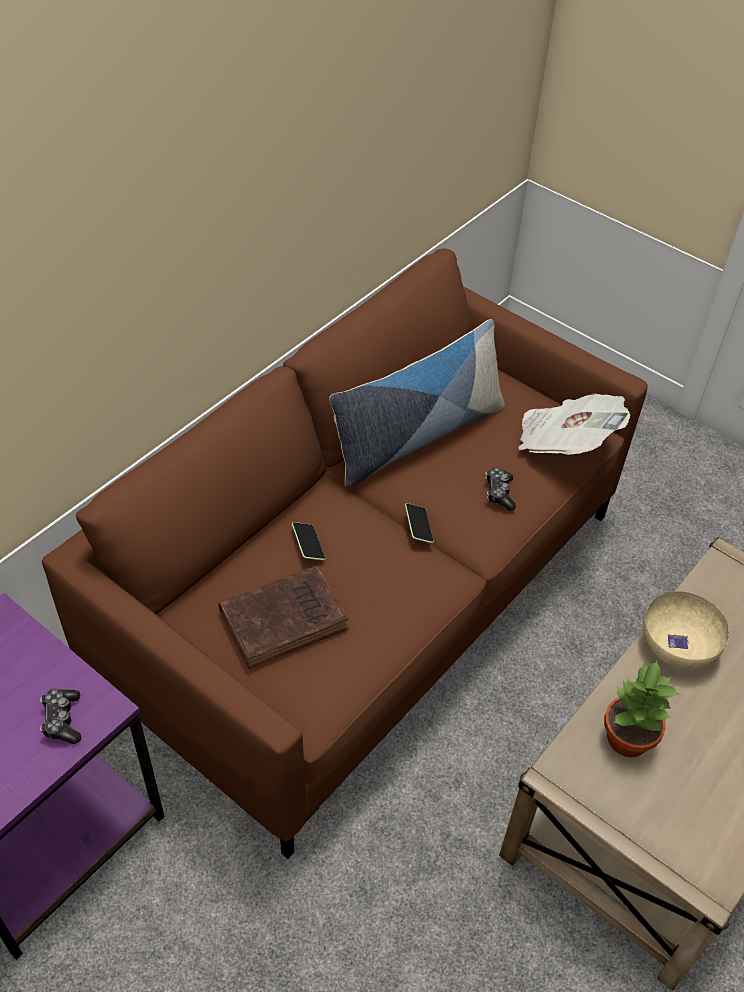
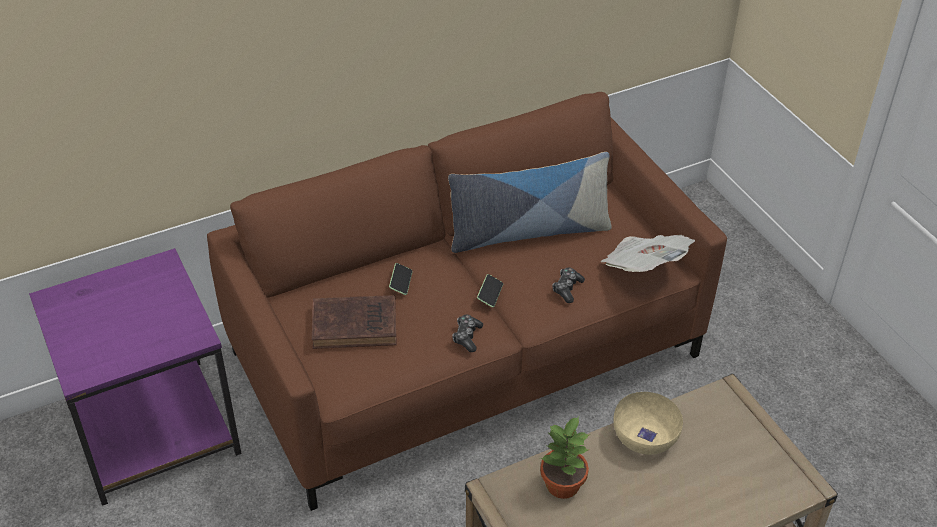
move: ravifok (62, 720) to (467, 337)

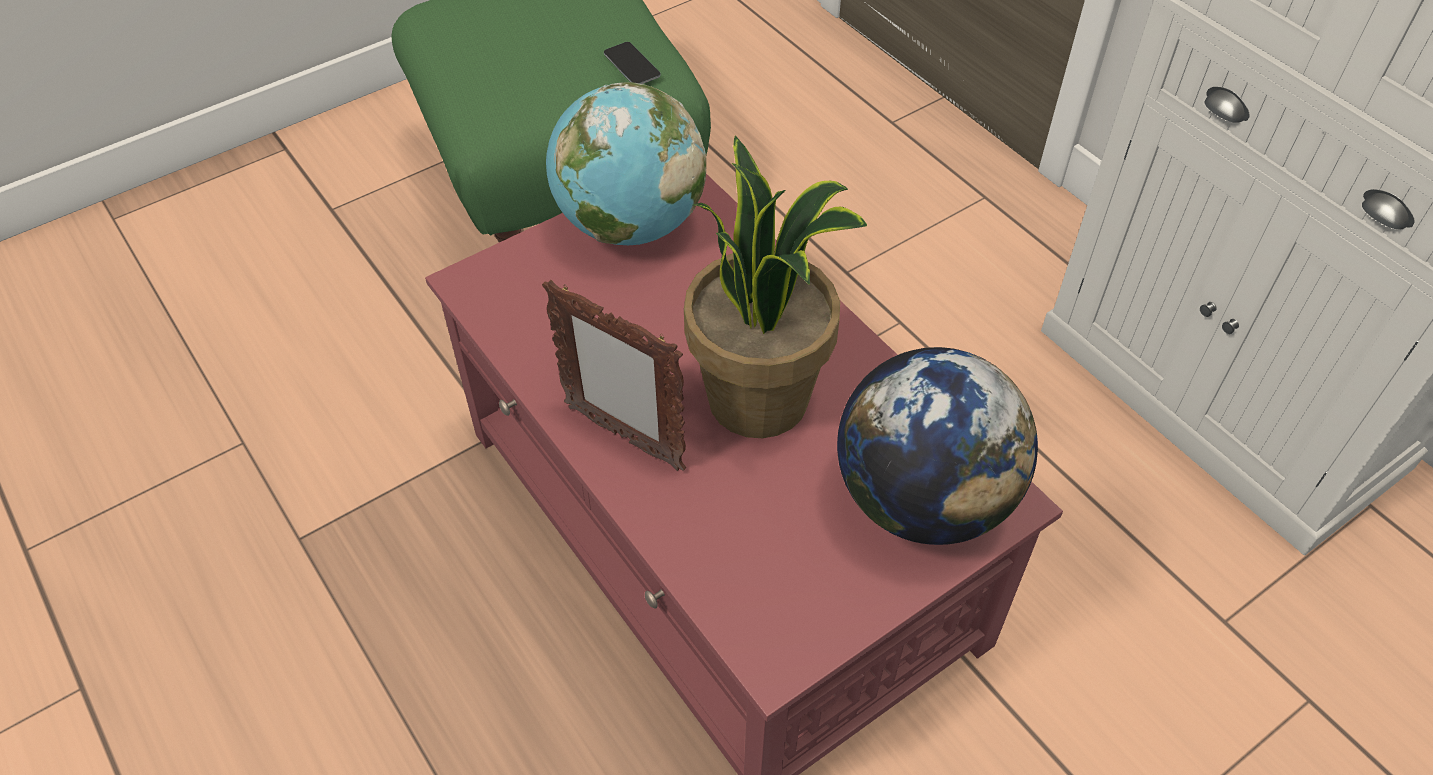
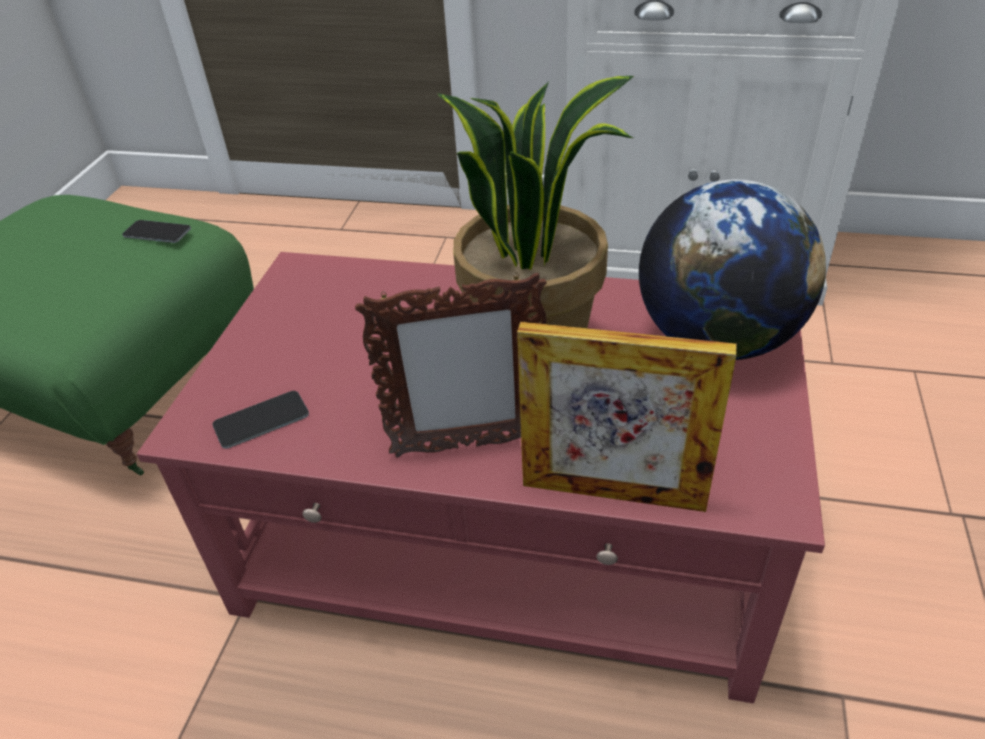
delete: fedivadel (630, 224)
insert: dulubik (261, 420); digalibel (613, 493)

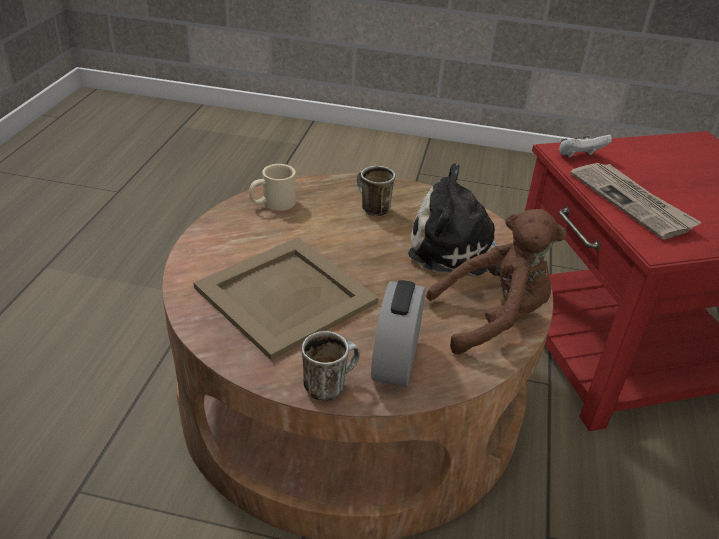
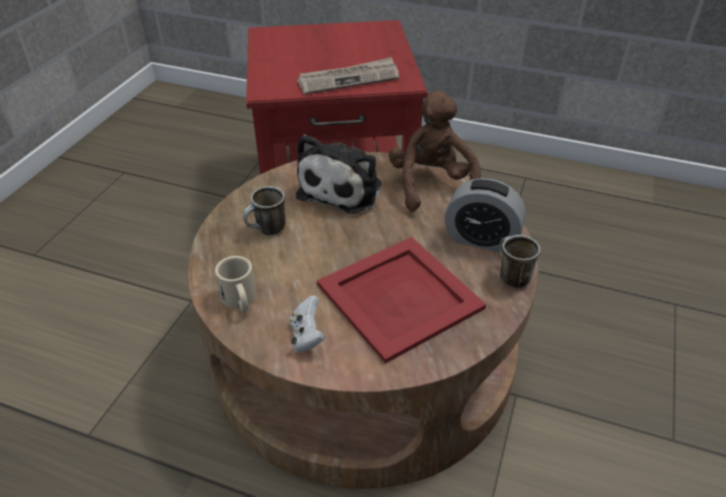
move: ravifok (white) (579, 157) to (307, 336)
recolor: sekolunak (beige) (286, 294) to sekolunak (red) (398, 296)

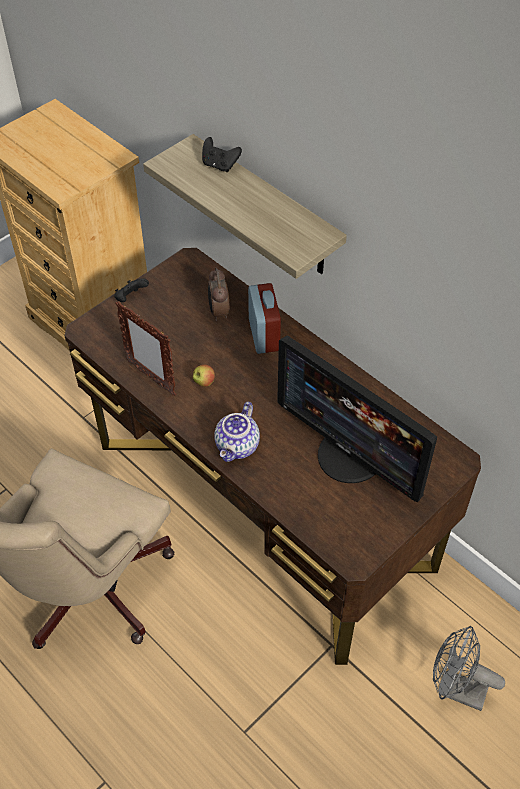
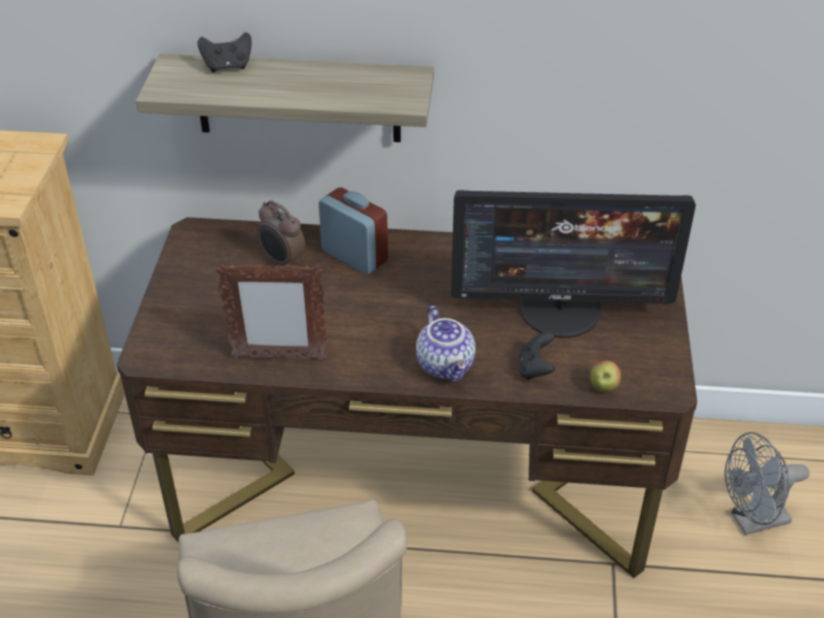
move: ravifok (black) (130, 298) to (535, 369); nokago (204, 382) to (603, 387)

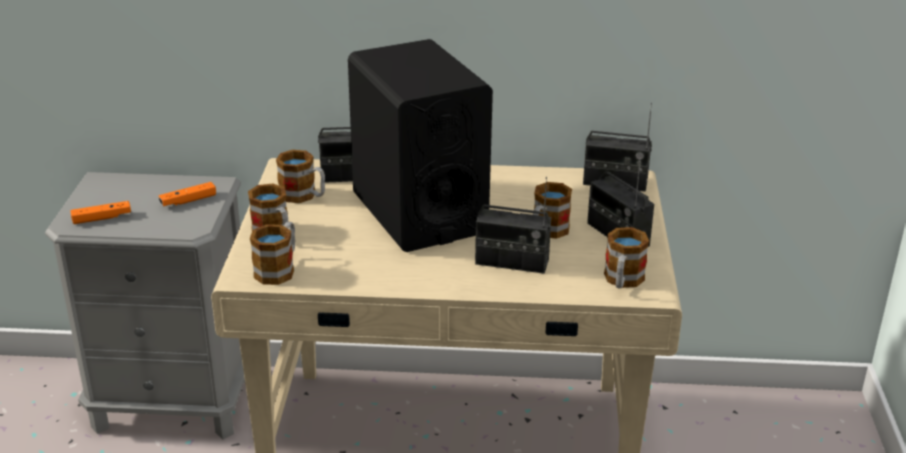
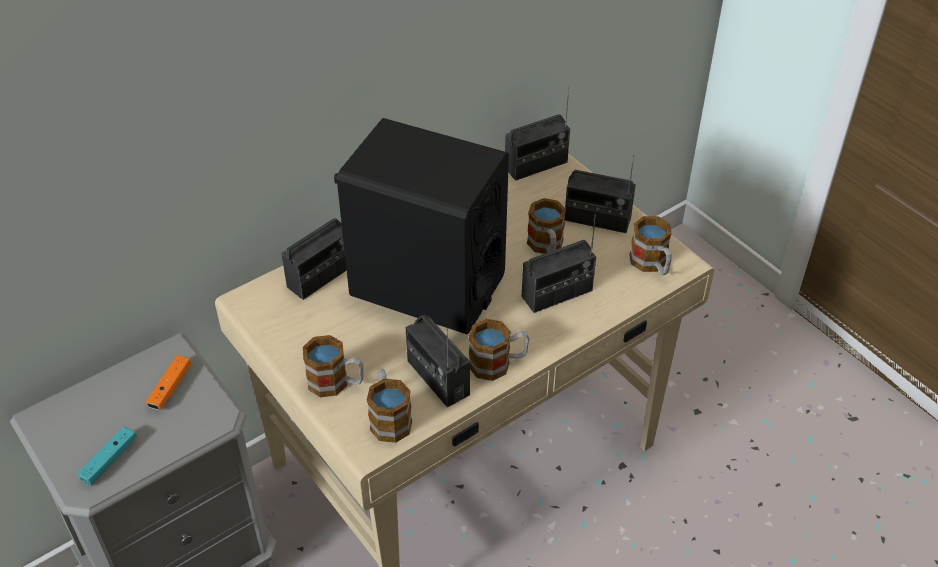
insert: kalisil (437, 378)
move: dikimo (304, 196) to (498, 363)
recolor: ravifok (orange) (102, 218) to ravifok (turquoise) (109, 460)

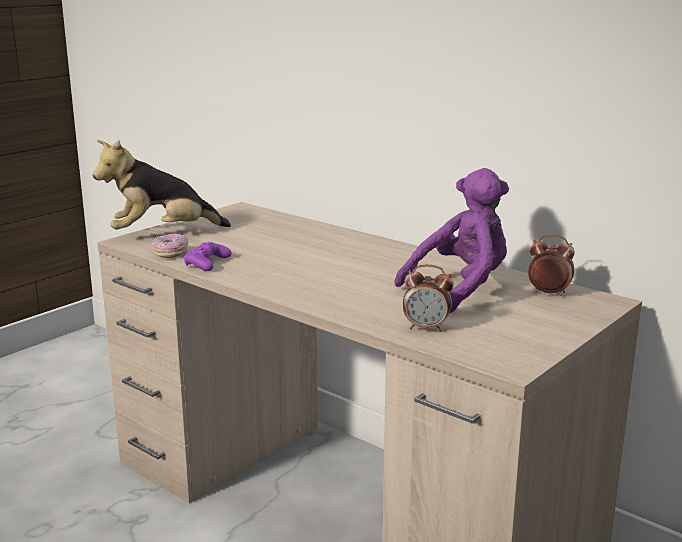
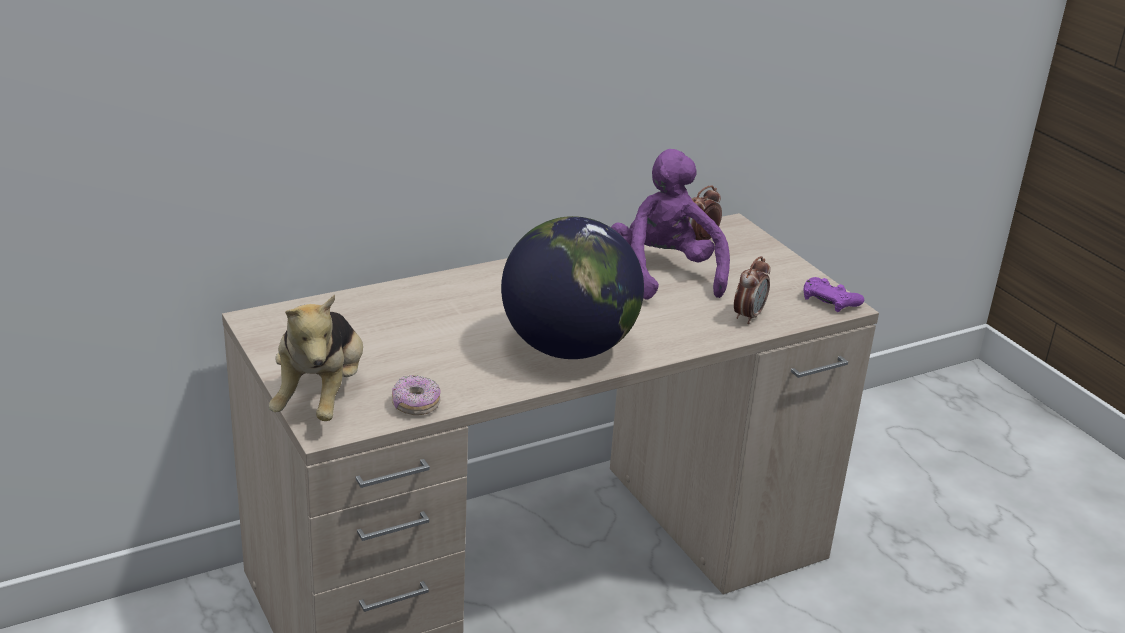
insert: fedivadel (569, 348)
move: ravifok (purple) (207, 263) to (830, 301)

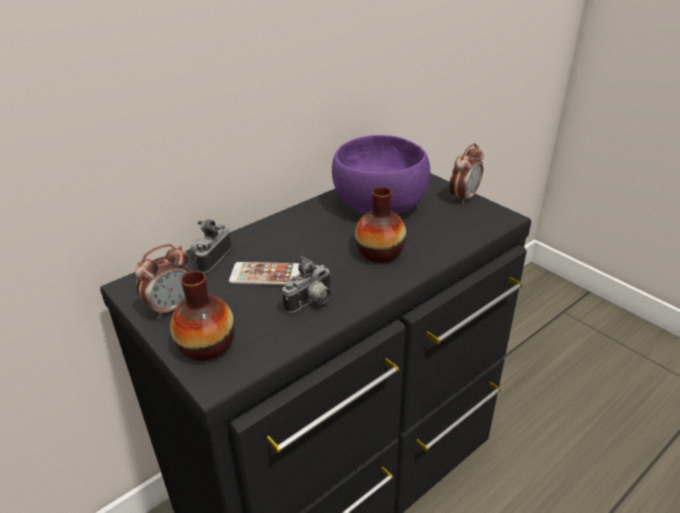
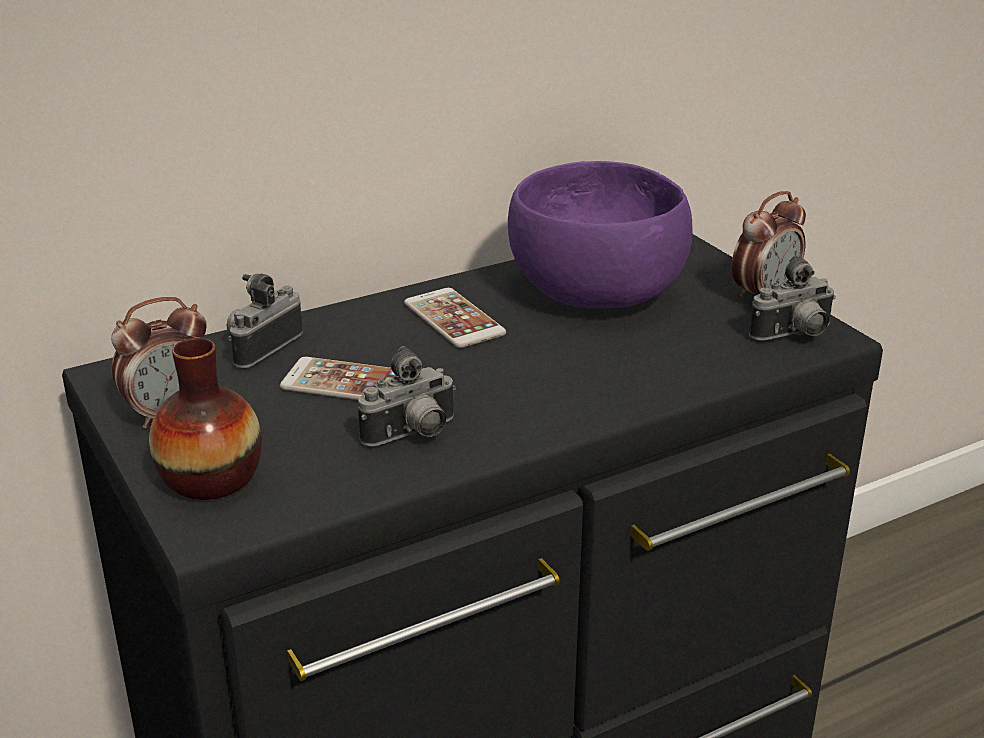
delete: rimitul (380, 252)
insert: dulubik (454, 319); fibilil (794, 336)

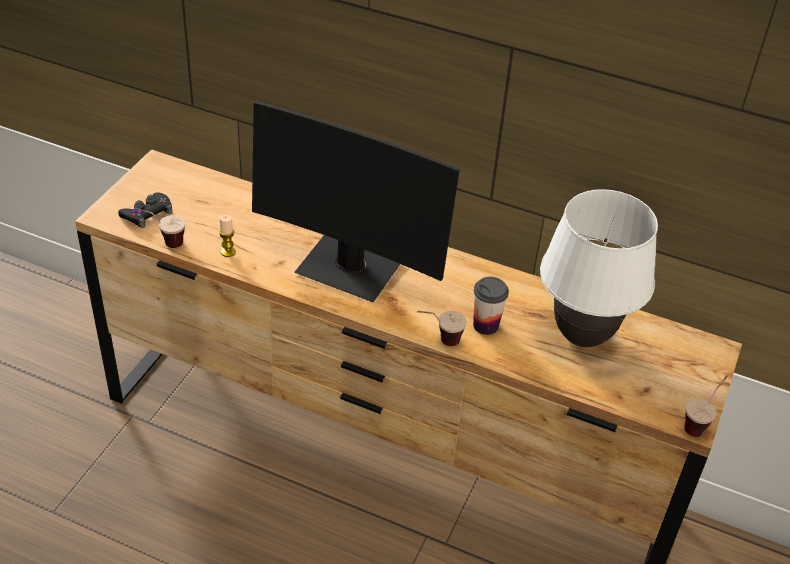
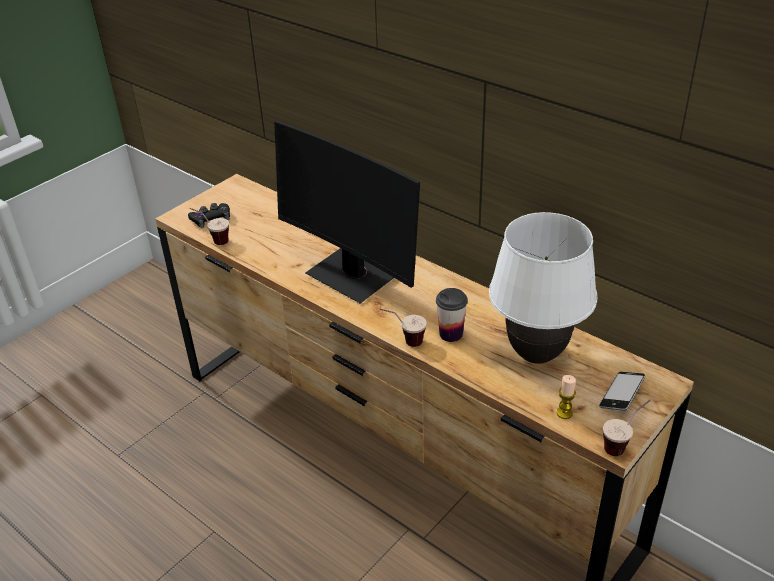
insert: dulubik (621, 394)
move: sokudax (228, 252) to (564, 413)

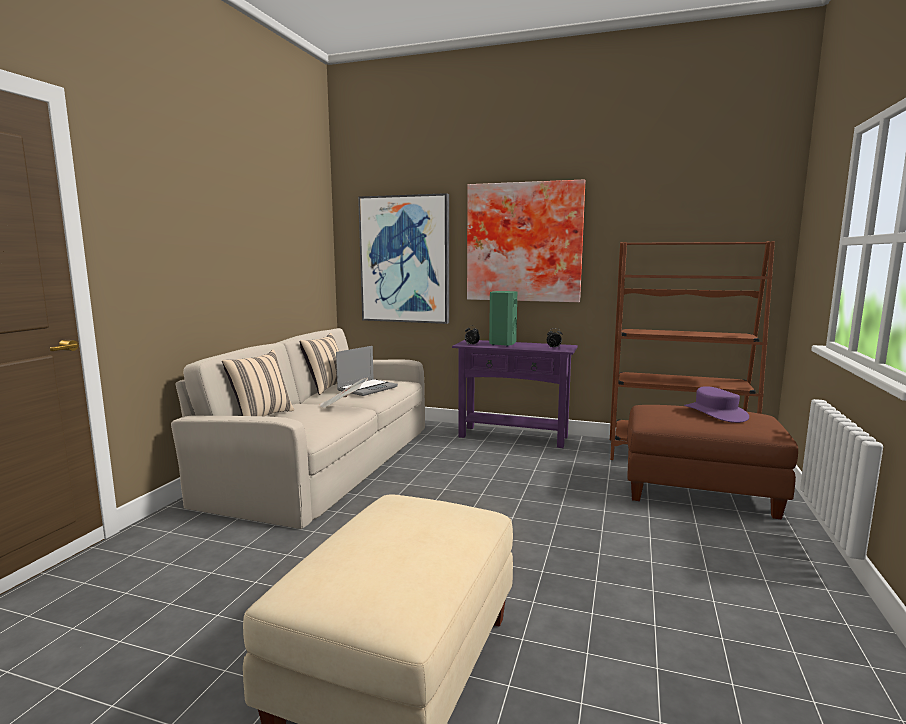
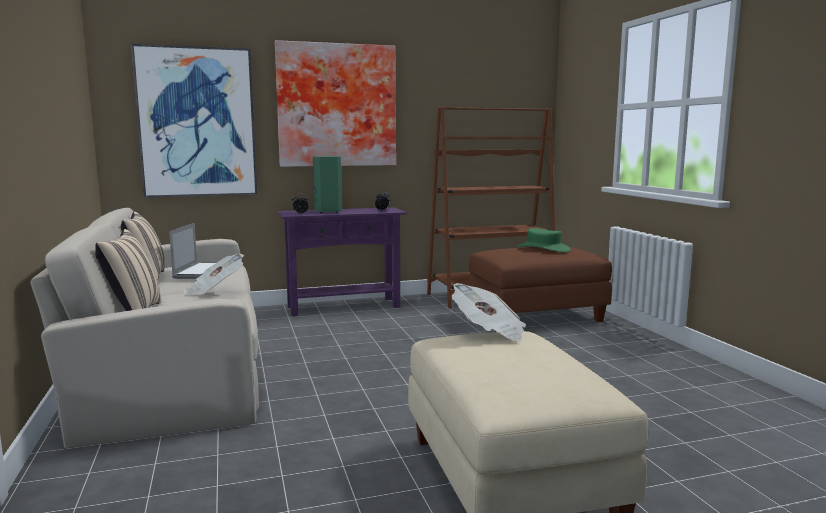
insert: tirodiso (489, 332)
recolor: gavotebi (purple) (715, 413) to gavotebi (green) (543, 248)

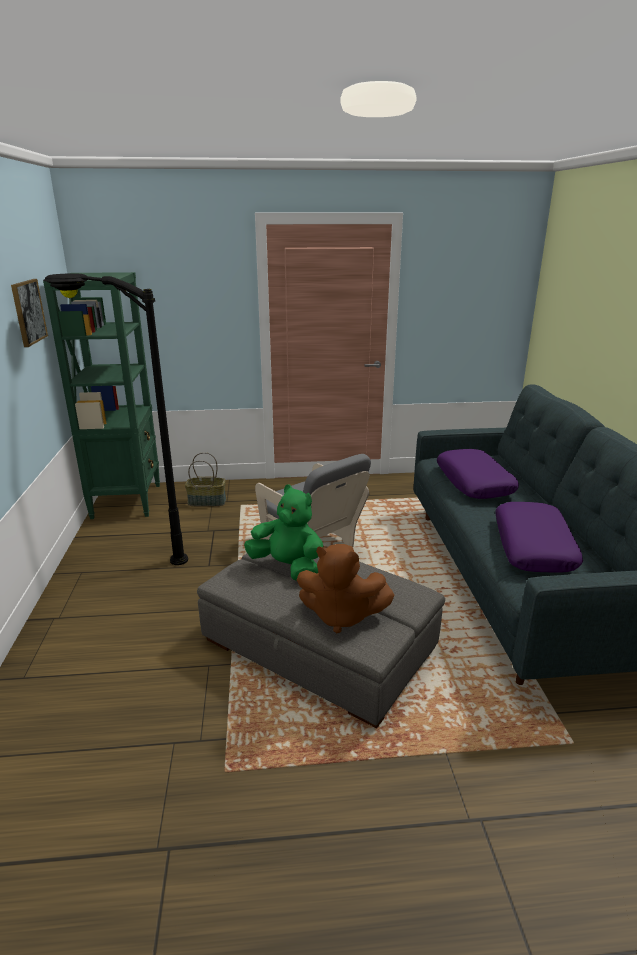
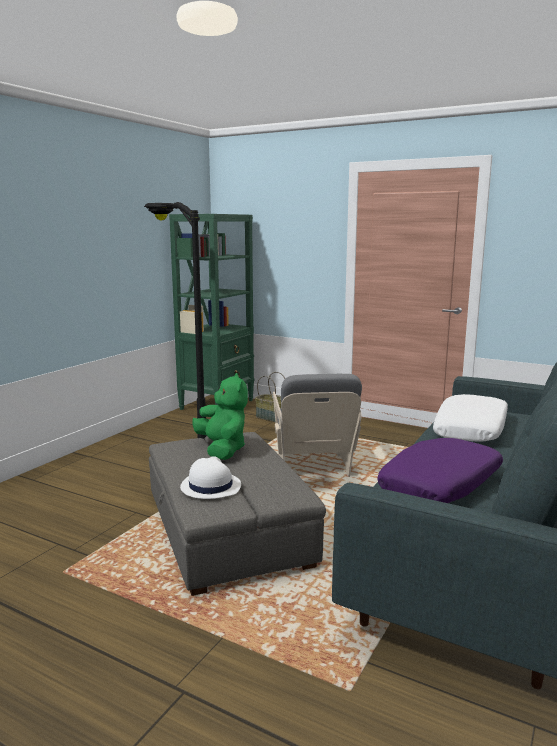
delete: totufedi (28, 312)
replace: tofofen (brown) (341, 615) to gavotebi (white) (210, 486)
recolor: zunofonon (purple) (474, 482) to zunofonon (white) (471, 429)

